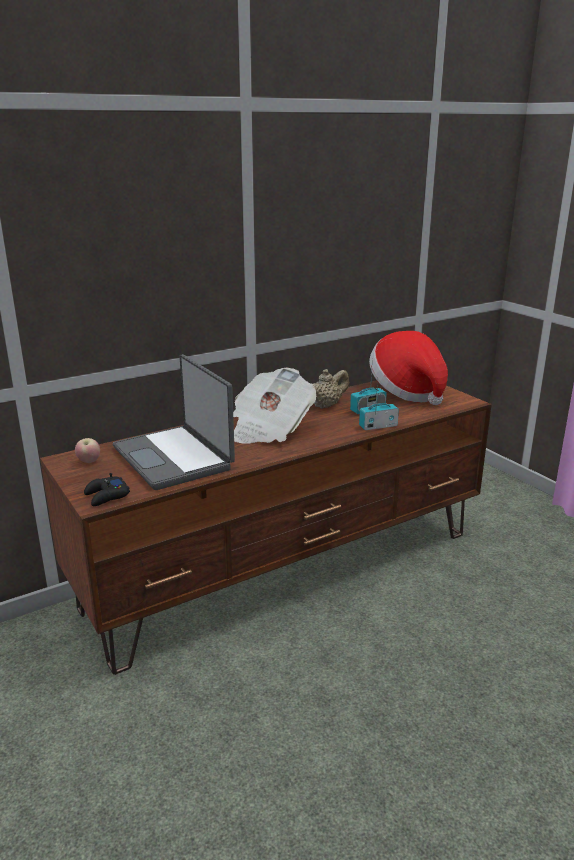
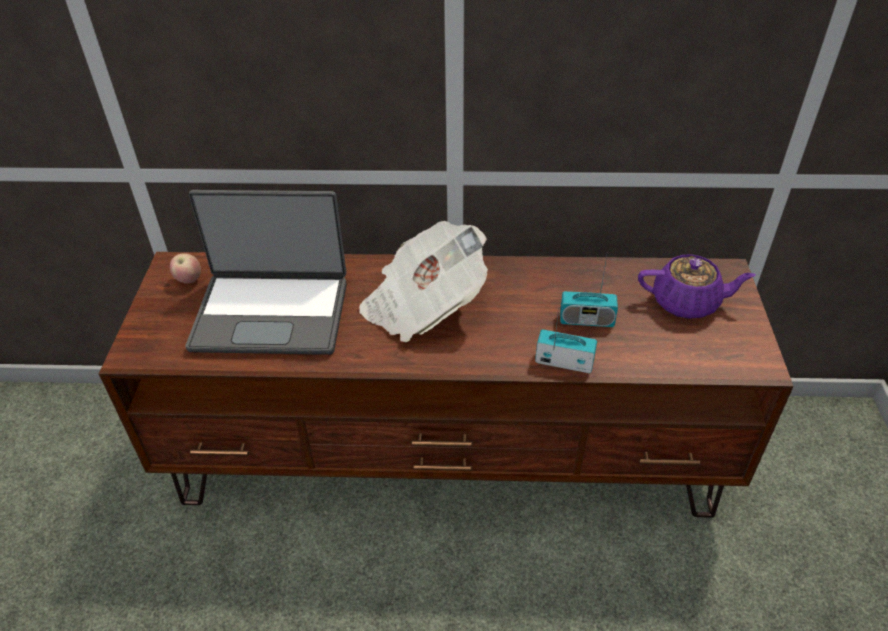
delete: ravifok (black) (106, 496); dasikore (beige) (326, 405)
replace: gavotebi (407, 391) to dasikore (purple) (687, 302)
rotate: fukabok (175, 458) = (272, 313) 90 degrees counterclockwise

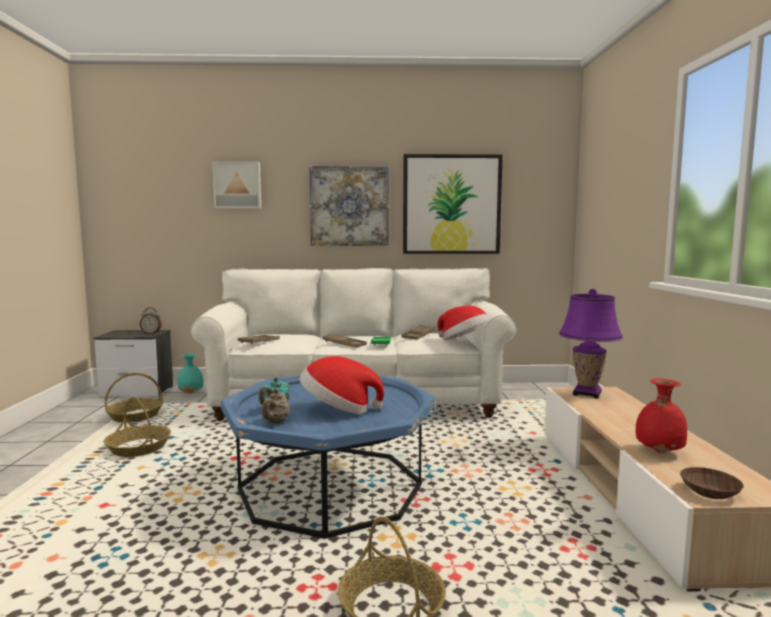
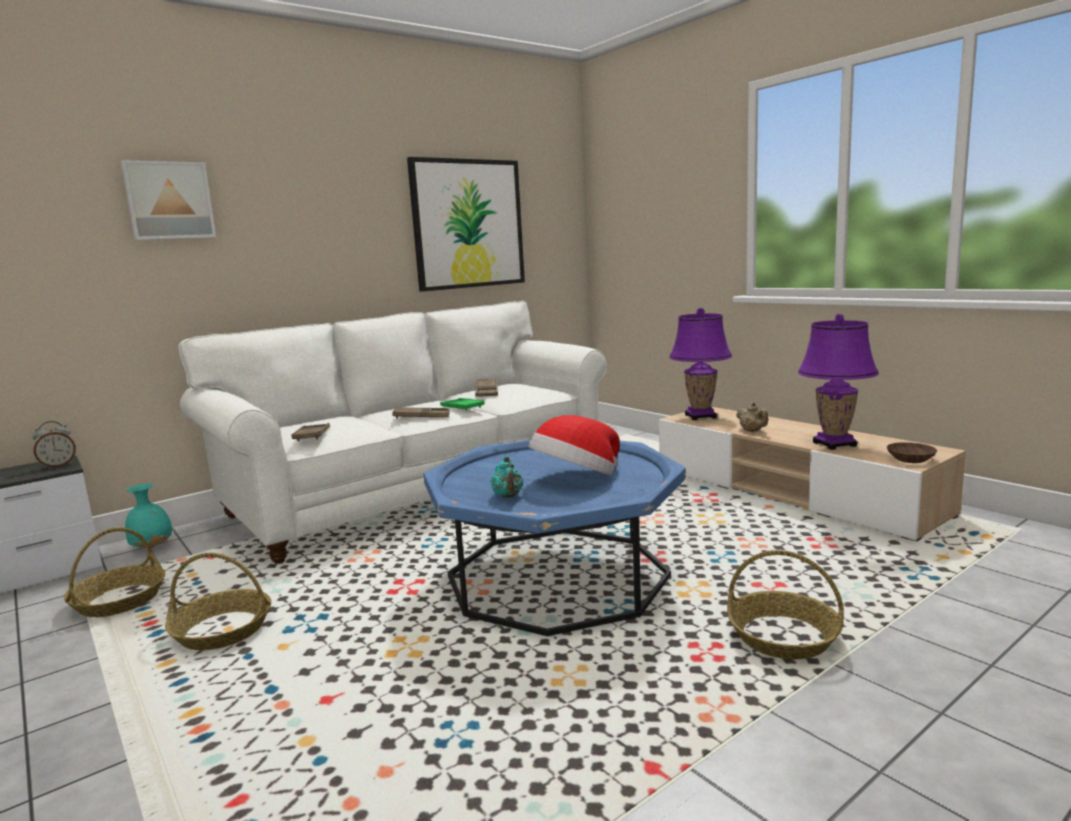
delete: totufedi (349, 206); gavotebi (464, 342)
move: dasikore (beige) (276, 422) to (752, 431)
replace: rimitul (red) (658, 451) to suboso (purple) (834, 444)

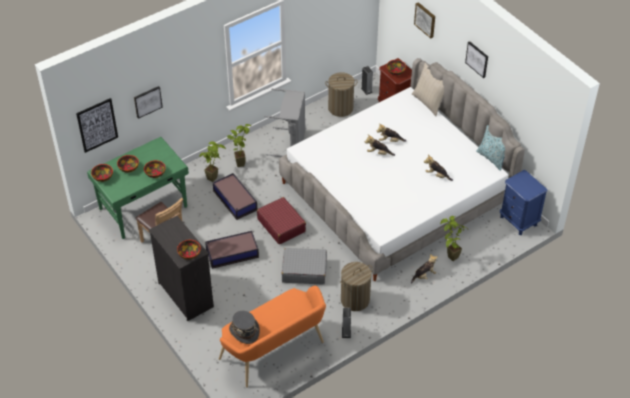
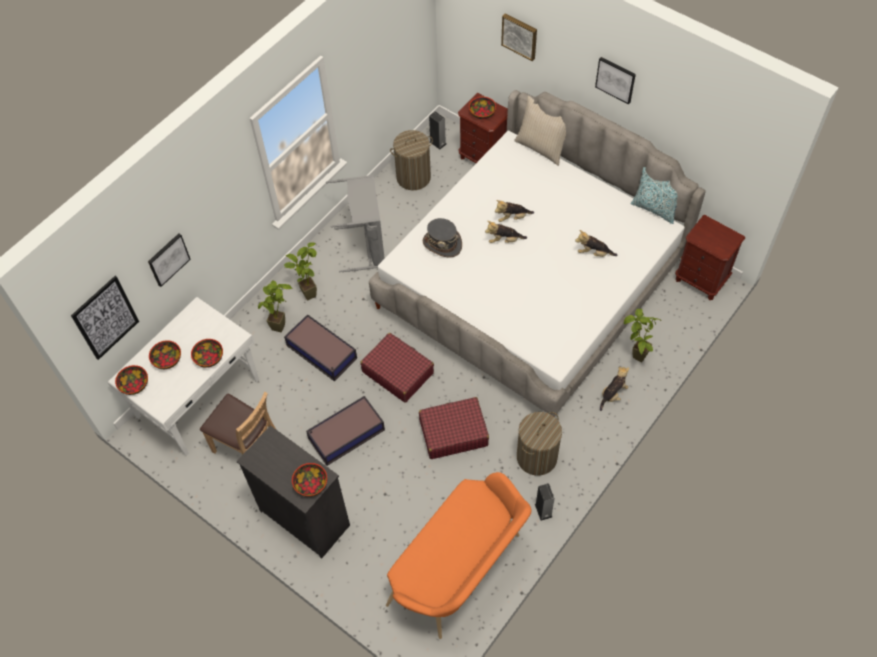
move: gavotebi (grey) (244, 331) to (442, 243)
recolor: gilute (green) (144, 208) to gilute (white) (200, 398); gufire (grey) (304, 270) to gufire (red) (453, 432); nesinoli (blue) (518, 221) to nesinoli (brown) (701, 280)

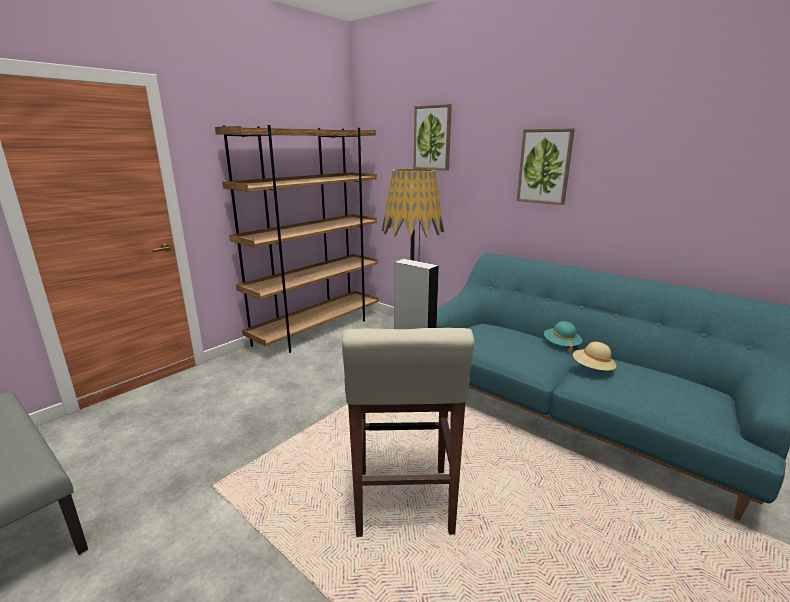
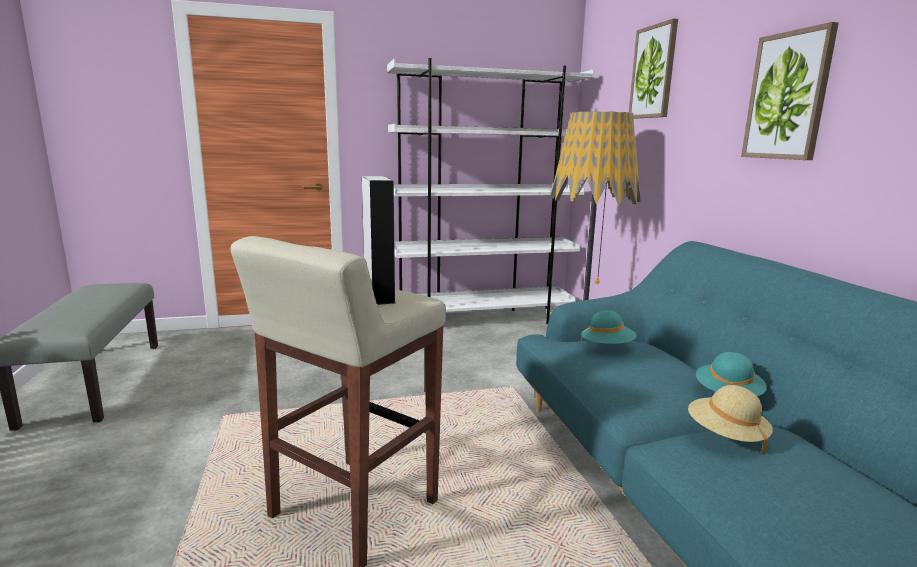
insert: gavotebi (turquoise) (607, 347)
recolor: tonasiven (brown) (317, 330) to tonasiven (white) (483, 319)

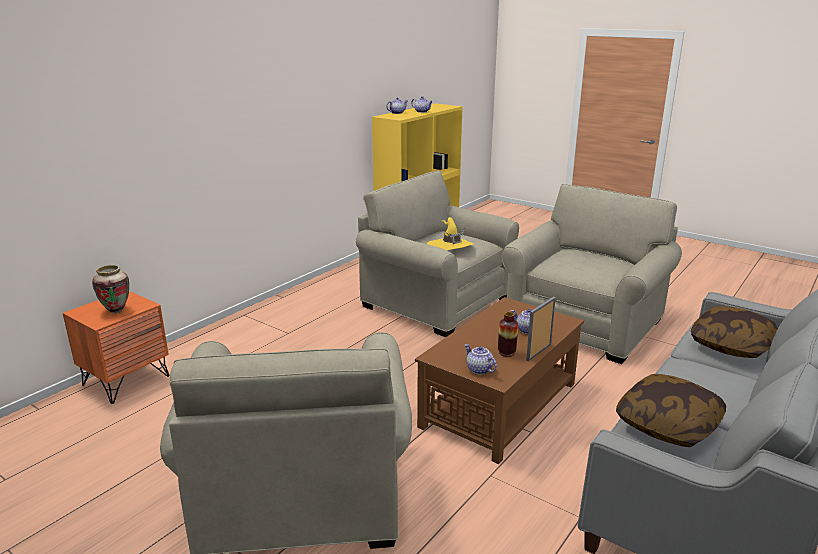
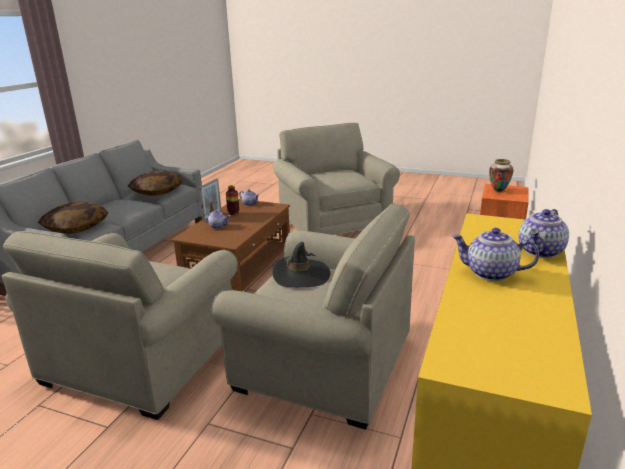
recolor: gavotebi (yellow) (450, 246) to gavotebi (black) (301, 275)

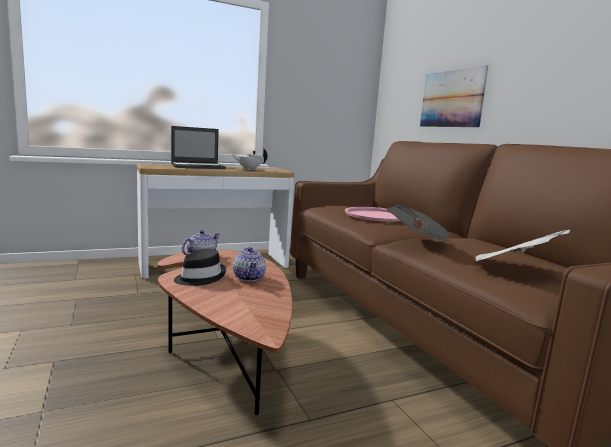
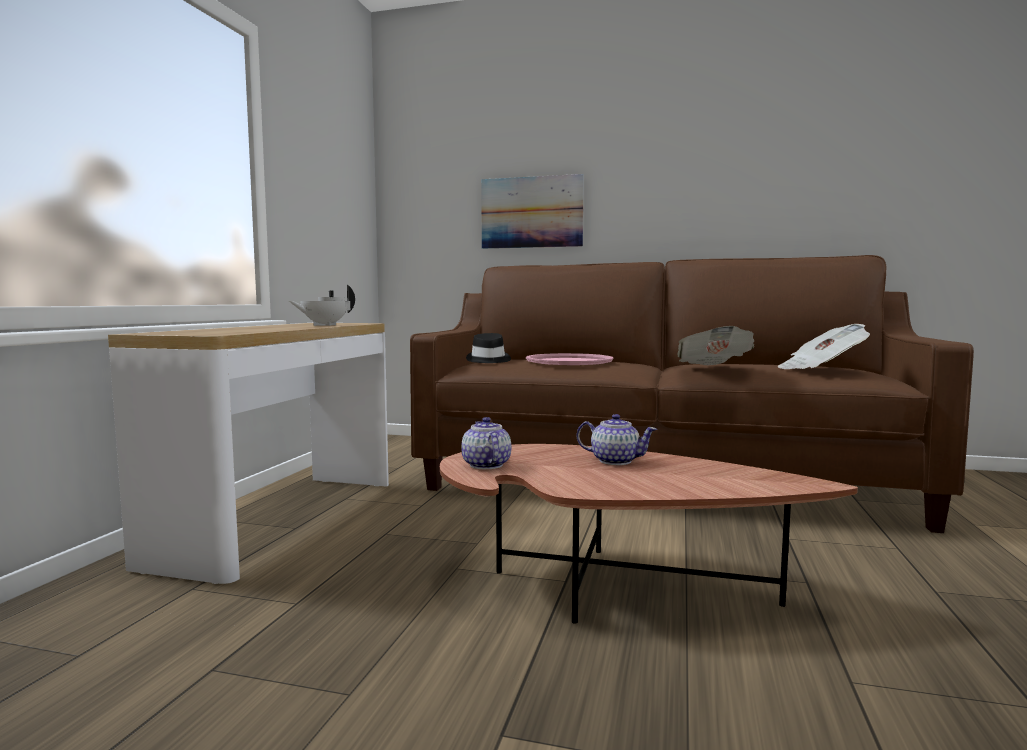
delete: fukabok (198, 166)
move: gavotebi (black) (200, 277) to (488, 360)

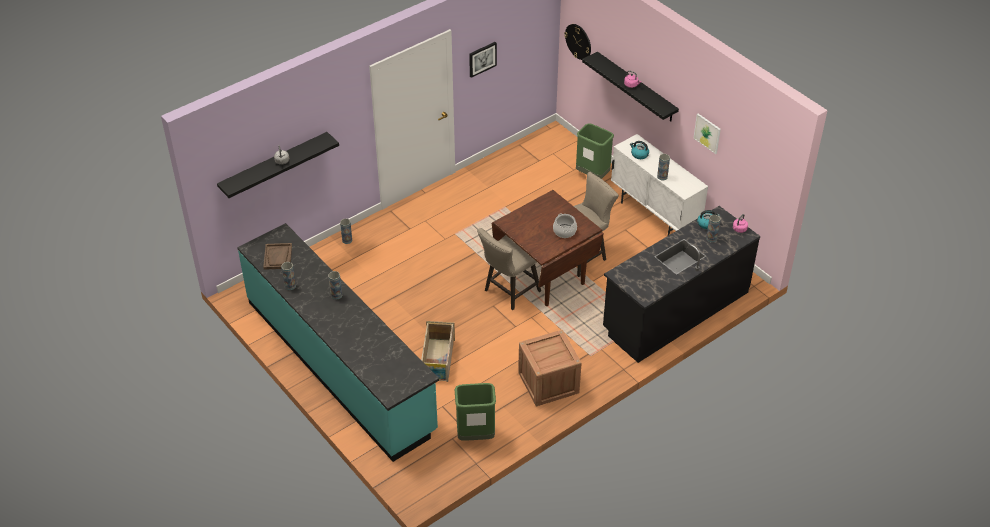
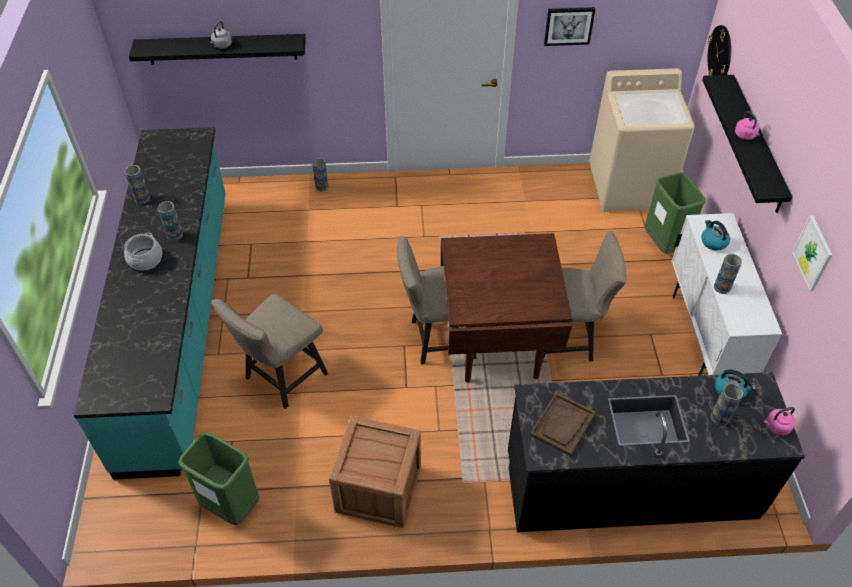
insert: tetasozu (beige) (629, 187)
move: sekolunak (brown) (278, 257) to (562, 425); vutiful (564, 231) to (146, 259)
replace: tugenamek (438, 360) to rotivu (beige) (281, 379)

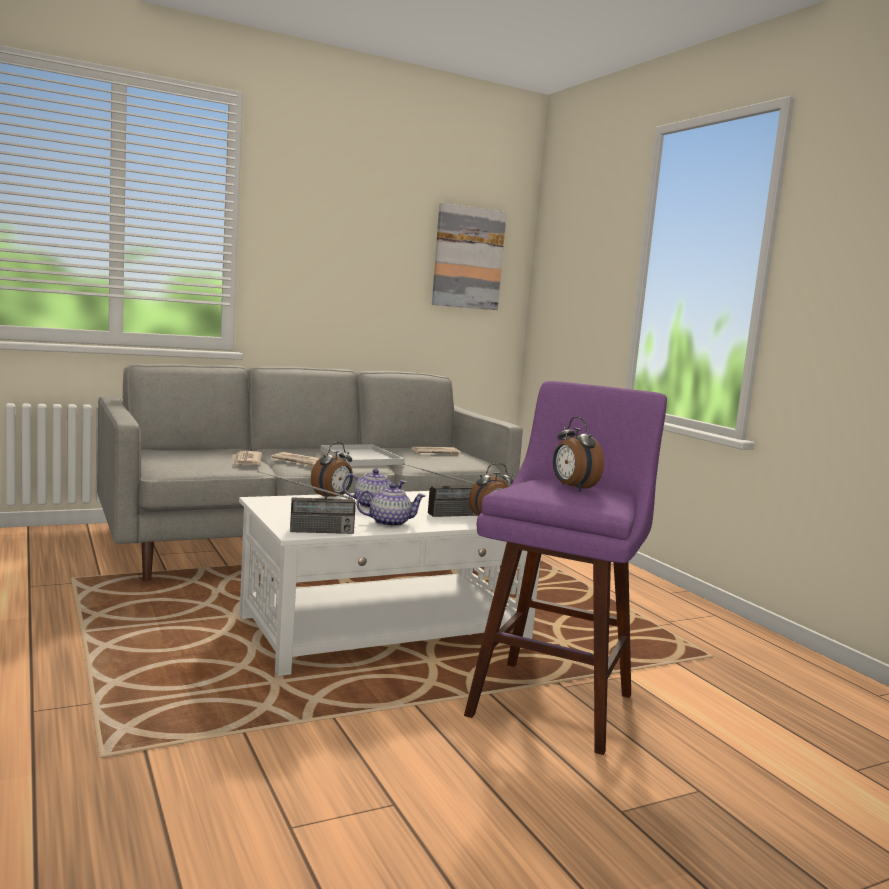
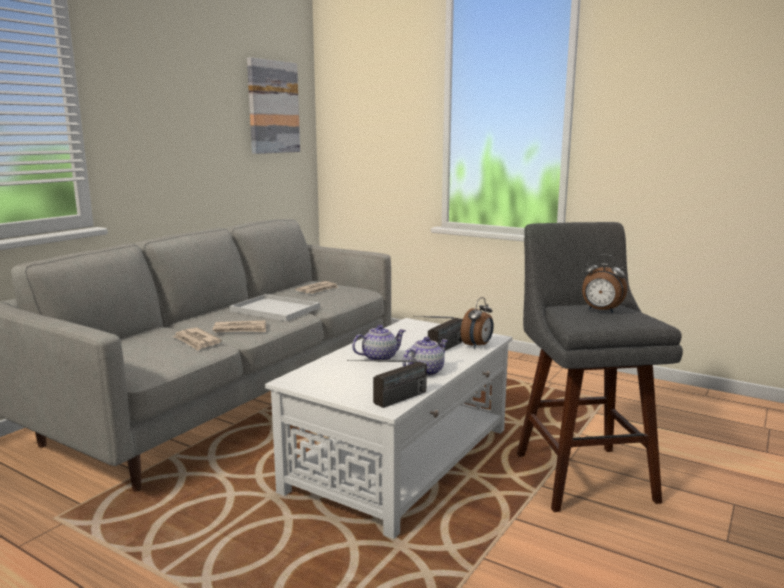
delete: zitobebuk (332, 497)
recolor: rotivu (purple) (554, 700) to rotivu (grey) (581, 473)

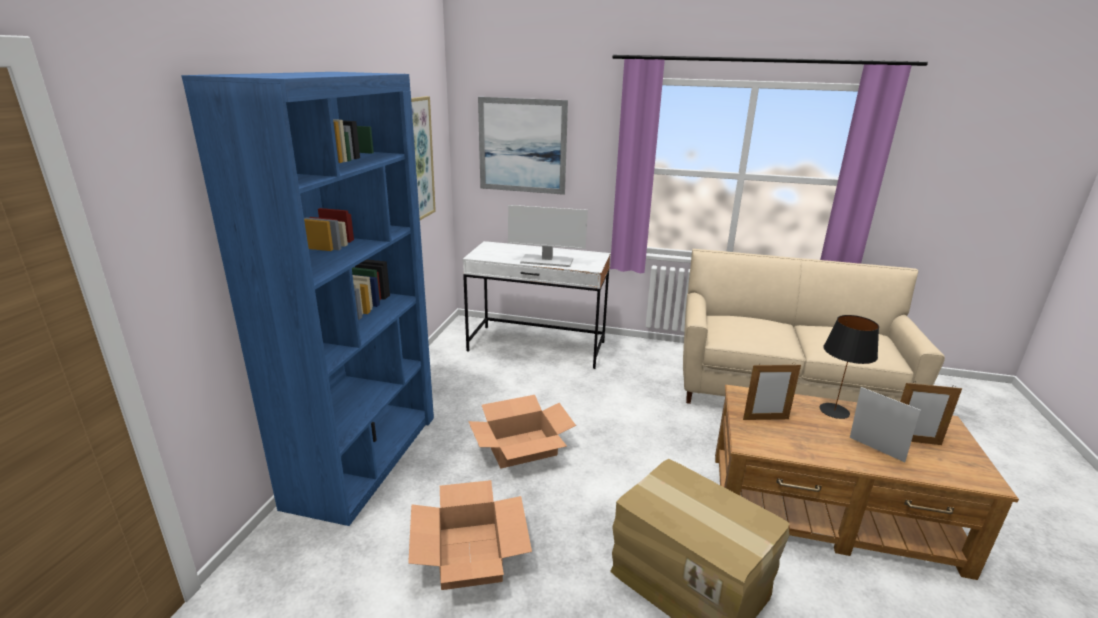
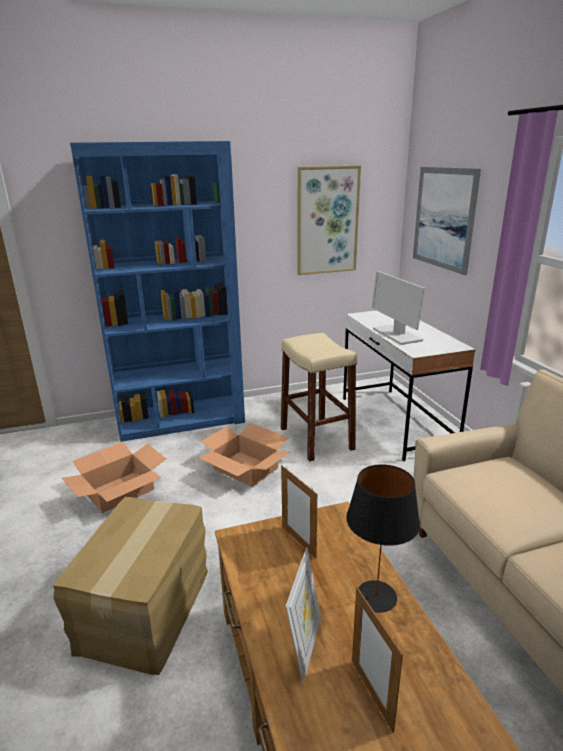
insert: rotivu (beige) (316, 438)

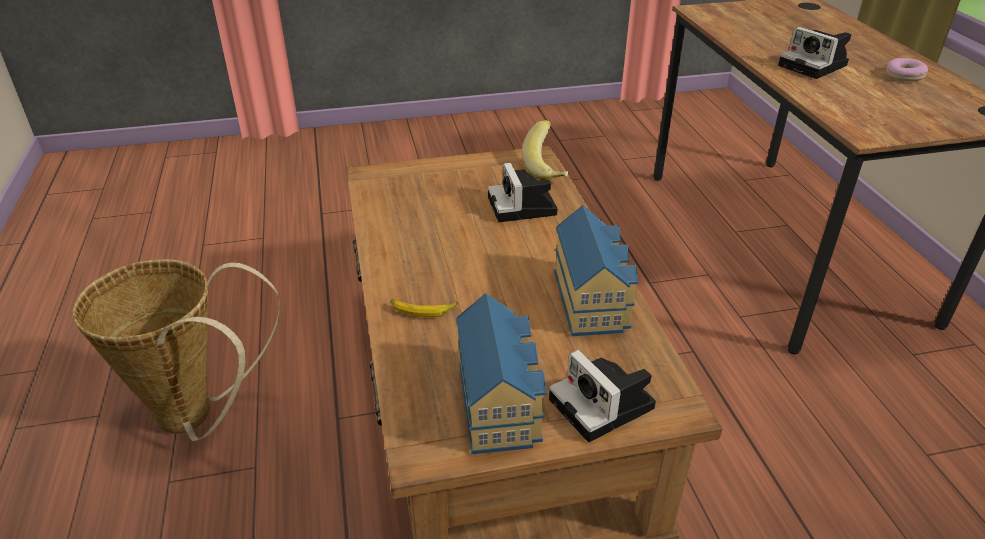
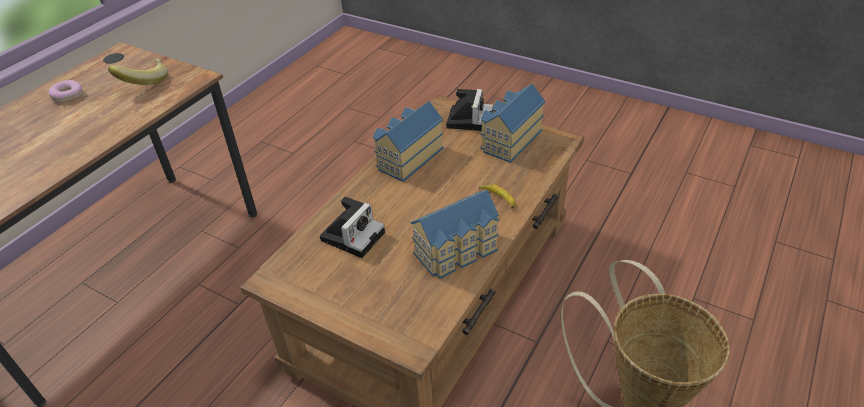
delete: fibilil (815, 66)
insert: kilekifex (458, 251)
move: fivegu (548, 168) to (144, 81)

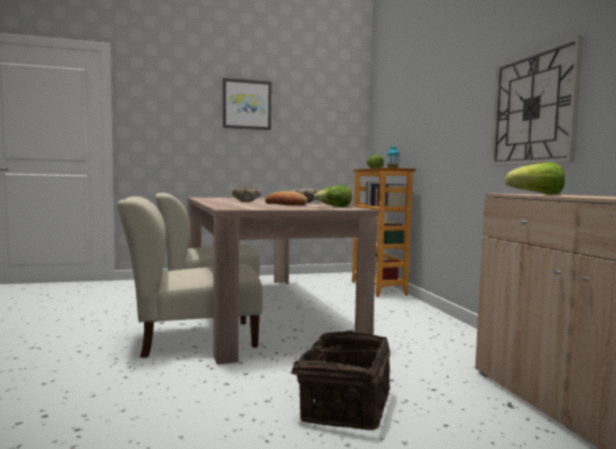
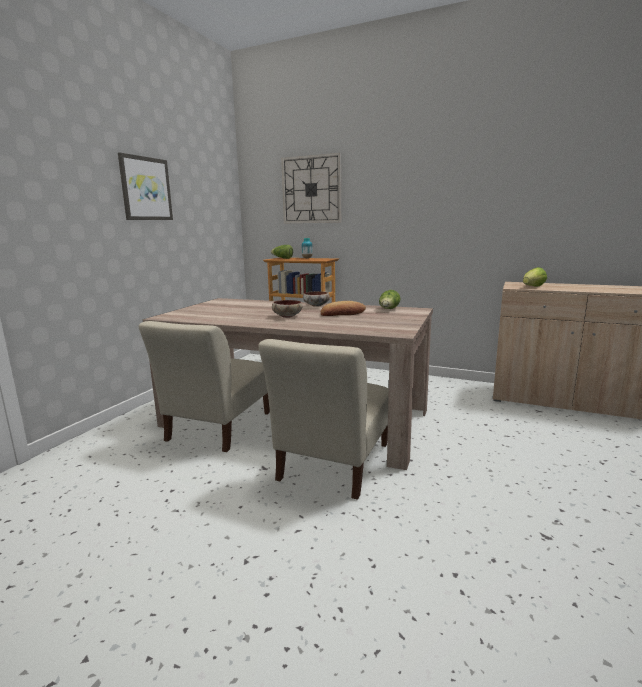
delete: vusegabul (343, 405)
move: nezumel (533, 108) to (311, 190)

